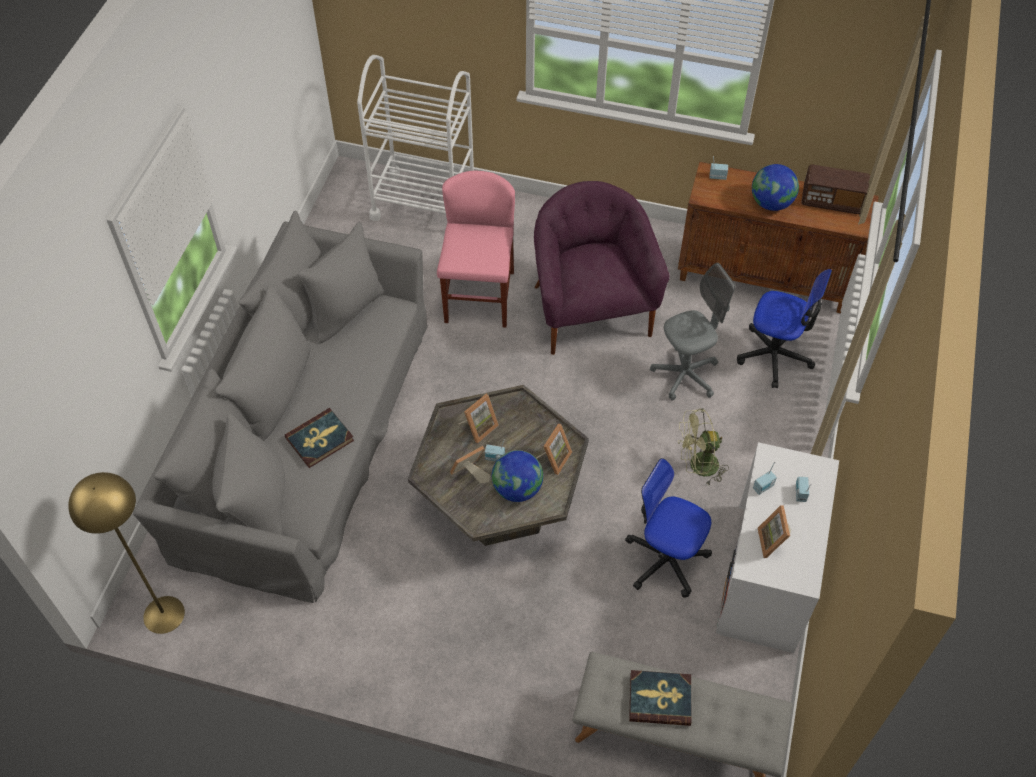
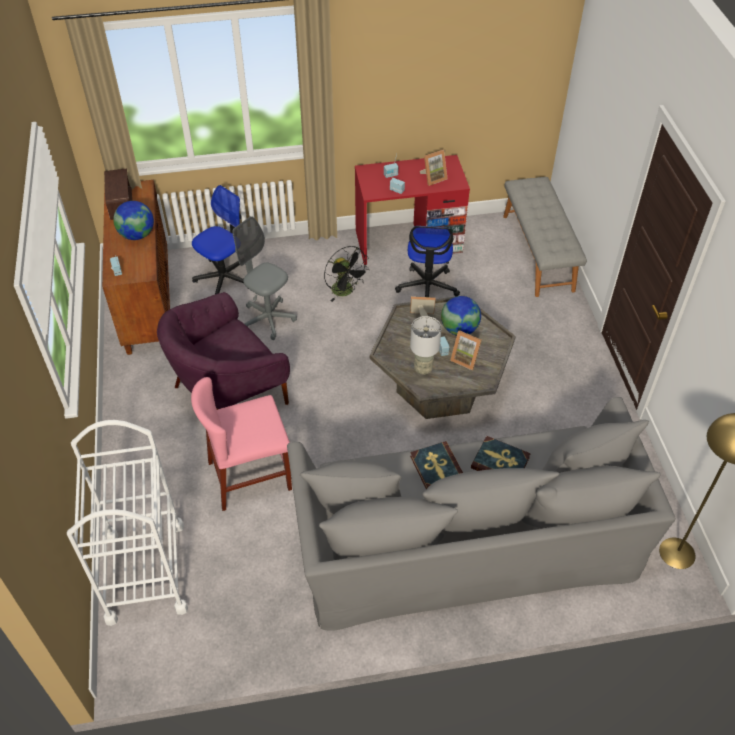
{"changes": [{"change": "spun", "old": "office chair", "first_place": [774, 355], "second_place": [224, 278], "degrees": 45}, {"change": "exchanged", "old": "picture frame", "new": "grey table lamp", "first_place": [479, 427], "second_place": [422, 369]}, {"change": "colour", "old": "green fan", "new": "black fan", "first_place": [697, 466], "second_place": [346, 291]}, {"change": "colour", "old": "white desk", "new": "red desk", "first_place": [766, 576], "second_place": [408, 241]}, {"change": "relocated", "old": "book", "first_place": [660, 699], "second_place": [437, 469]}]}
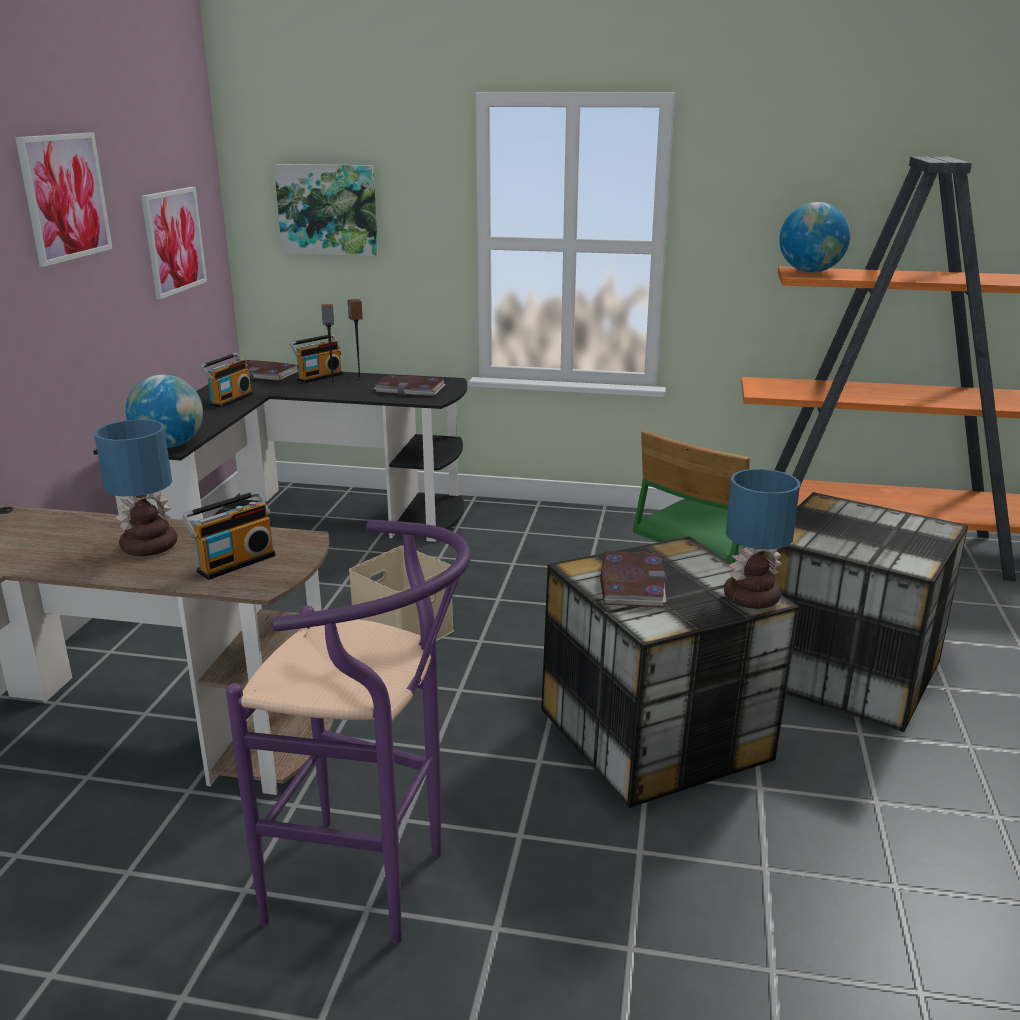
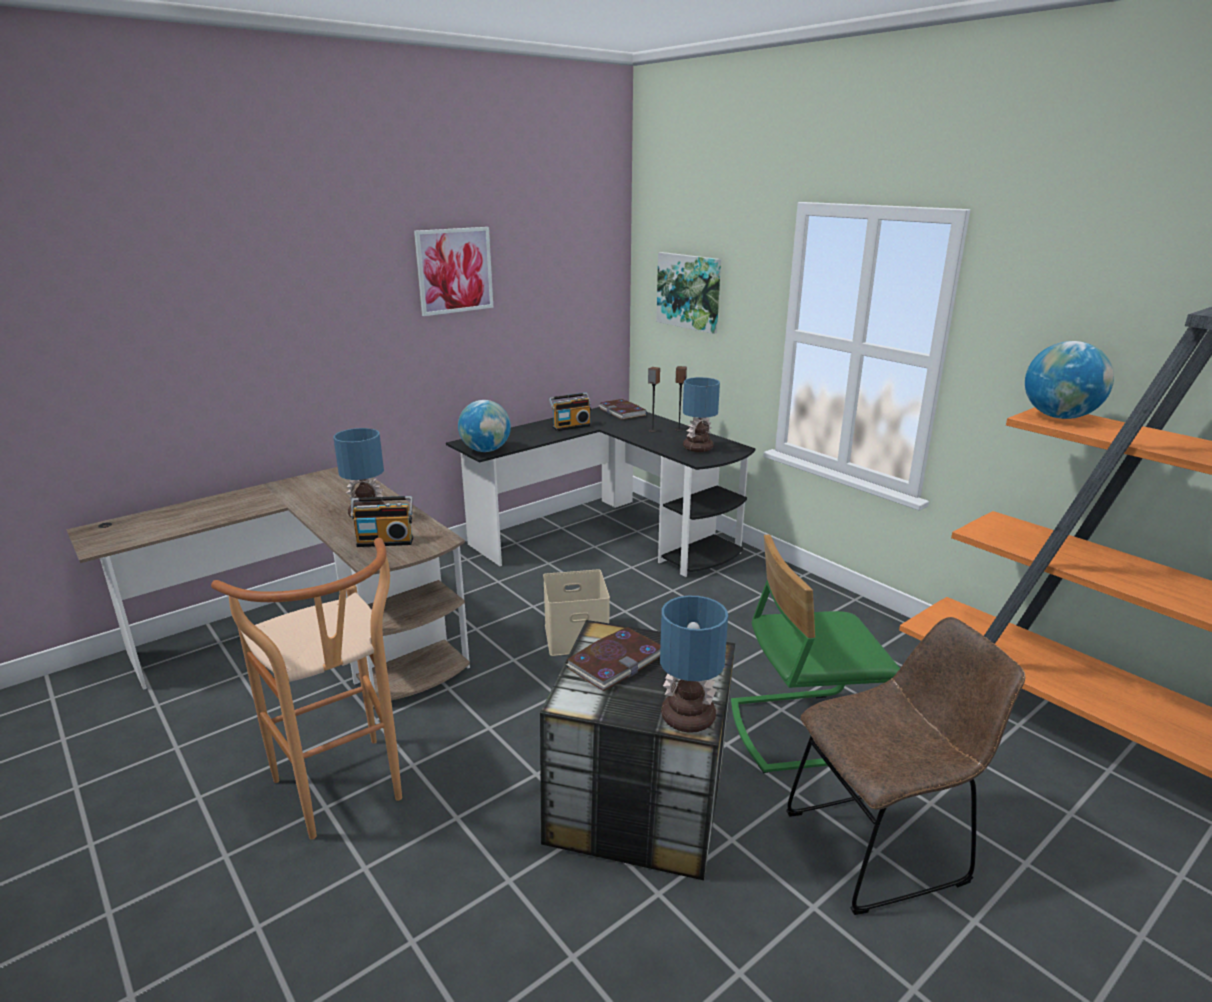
{"changes": [{"change": "missing", "old": "picture", "first_place": [174, 241]}, {"change": "missing", "old": "radio", "first_place": [319, 377]}, {"change": "exchanged", "old": "book", "new": "table lamp", "first_place": [410, 389], "second_place": [698, 448]}, {"change": "exchanged", "old": "storage box", "new": "brown chair", "first_place": [846, 672], "second_place": [883, 845]}, {"change": "colour", "old": "purple stool", "new": "brown stool", "first_place": [373, 886], "second_place": [345, 795]}]}
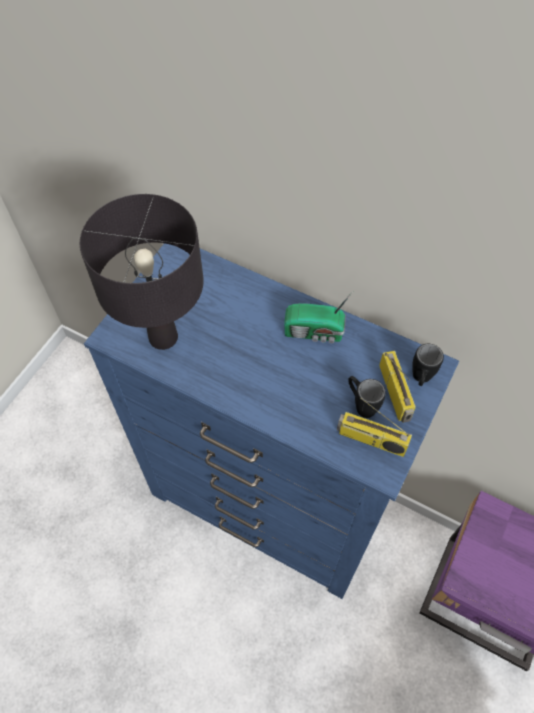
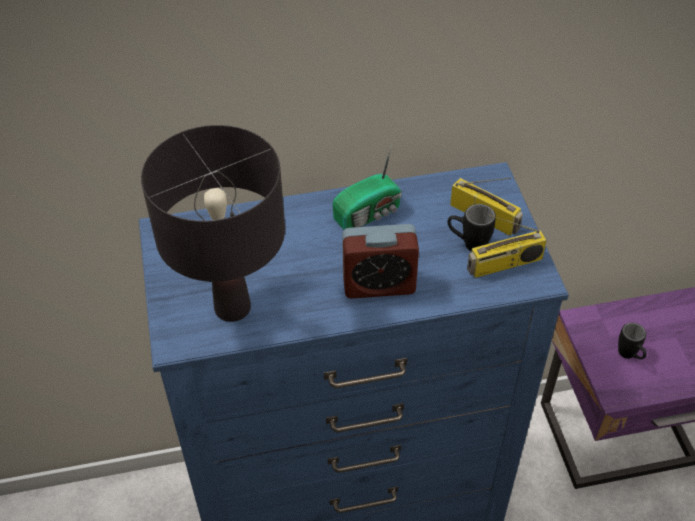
{"changes": [{"change": "relocated", "old": "black mug", "first_place": [420, 380], "second_place": [629, 356]}, {"change": "appeared", "new": "alarm clock", "second_place": [379, 284]}]}
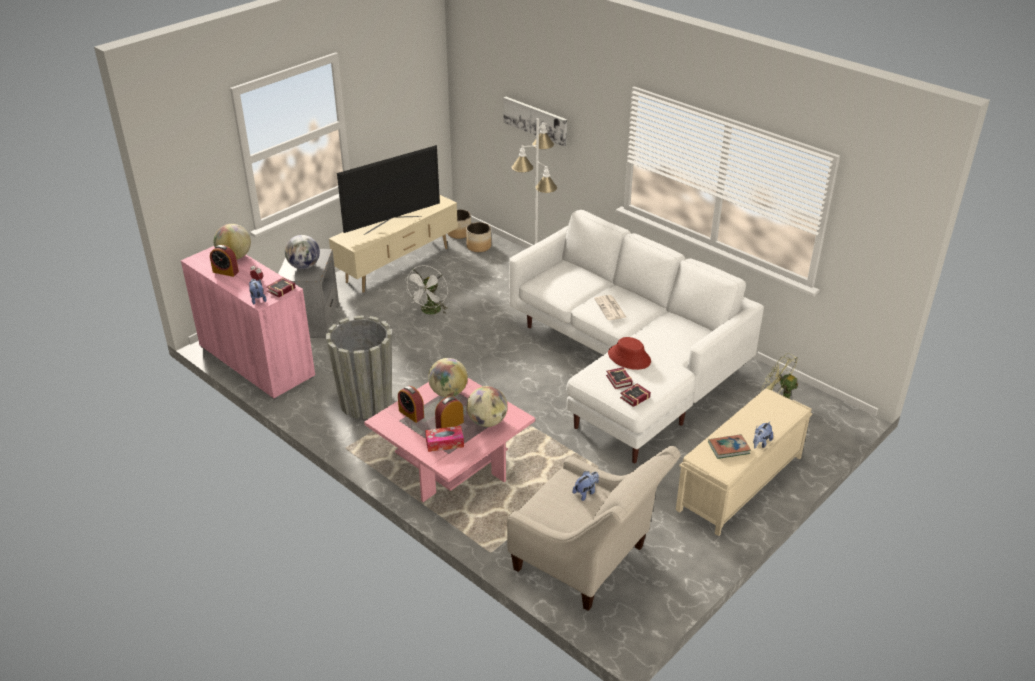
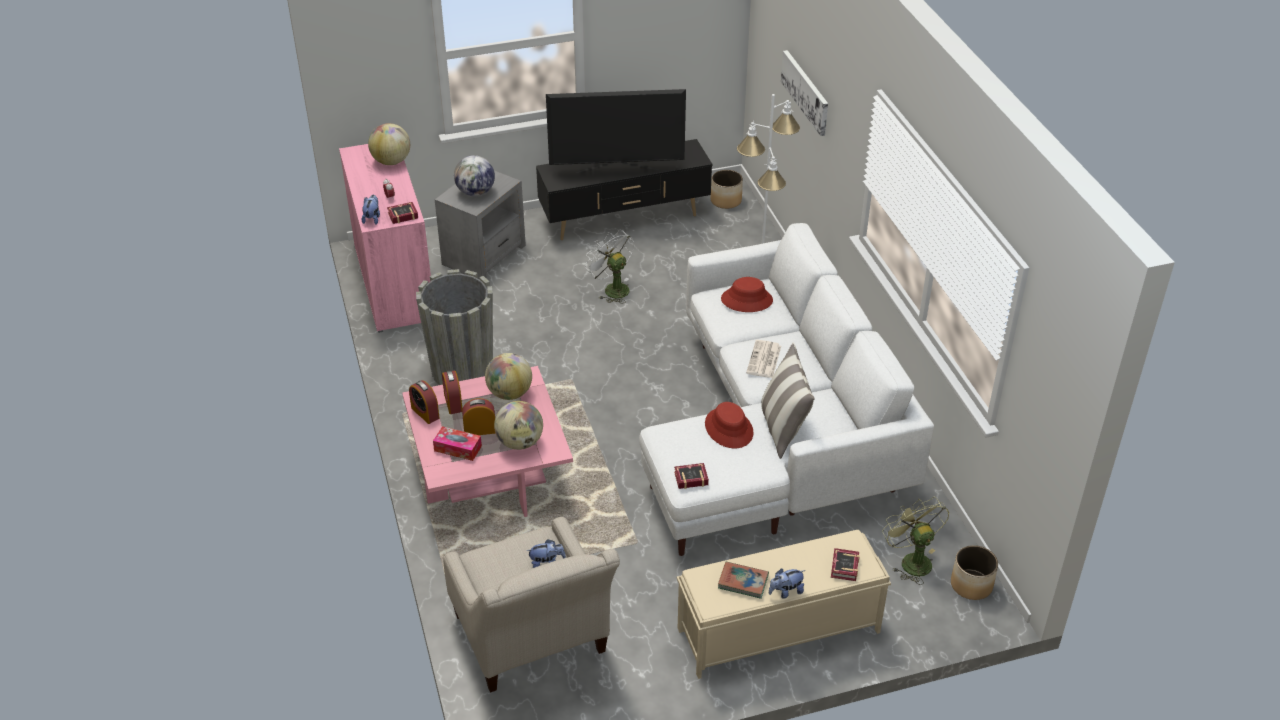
{"changes": [{"change": "colour", "old": "beige tv stand", "new": "black tv stand", "first_place": [398, 265], "second_place": [625, 219]}, {"change": "relocated", "old": "planter", "first_place": [479, 246], "second_place": [972, 585]}, {"change": "relocated", "old": "alarm clock", "first_place": [225, 272], "second_place": [425, 413]}, {"change": "spun", "old": "white fan", "first_place": [430, 312], "second_place": [612, 288], "degrees": 90}, {"change": "relocated", "old": "book", "first_place": [618, 381], "second_place": [843, 568]}, {"change": "appeared", "new": "red hat", "second_place": [746, 300]}, {"change": "appeared", "new": "pillow", "second_place": [784, 428]}]}
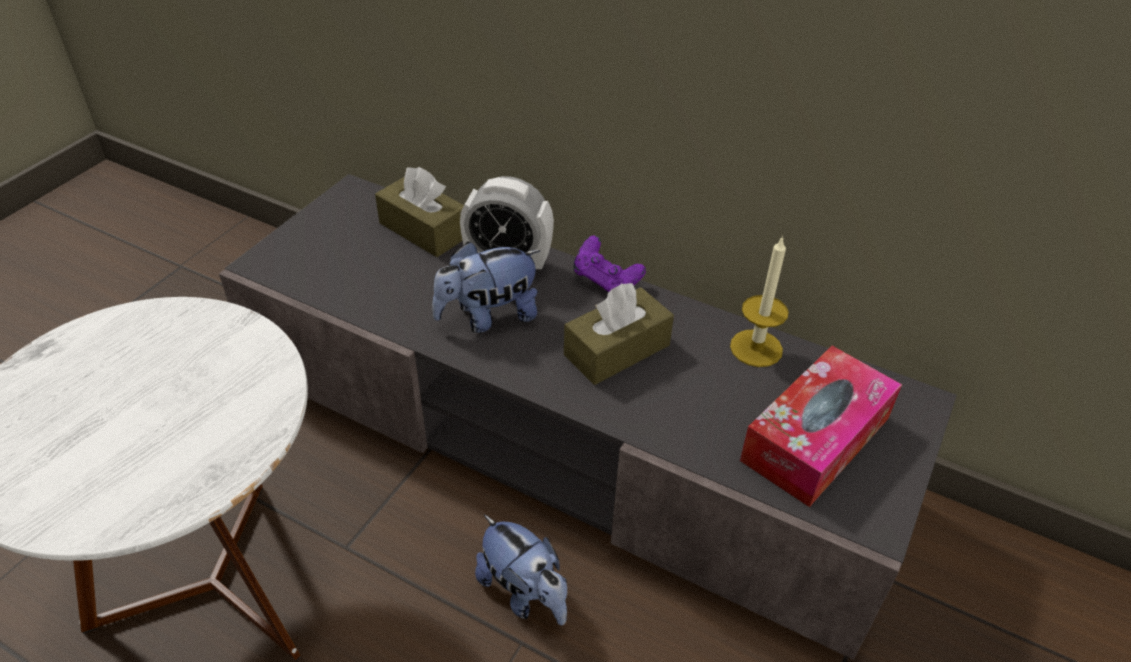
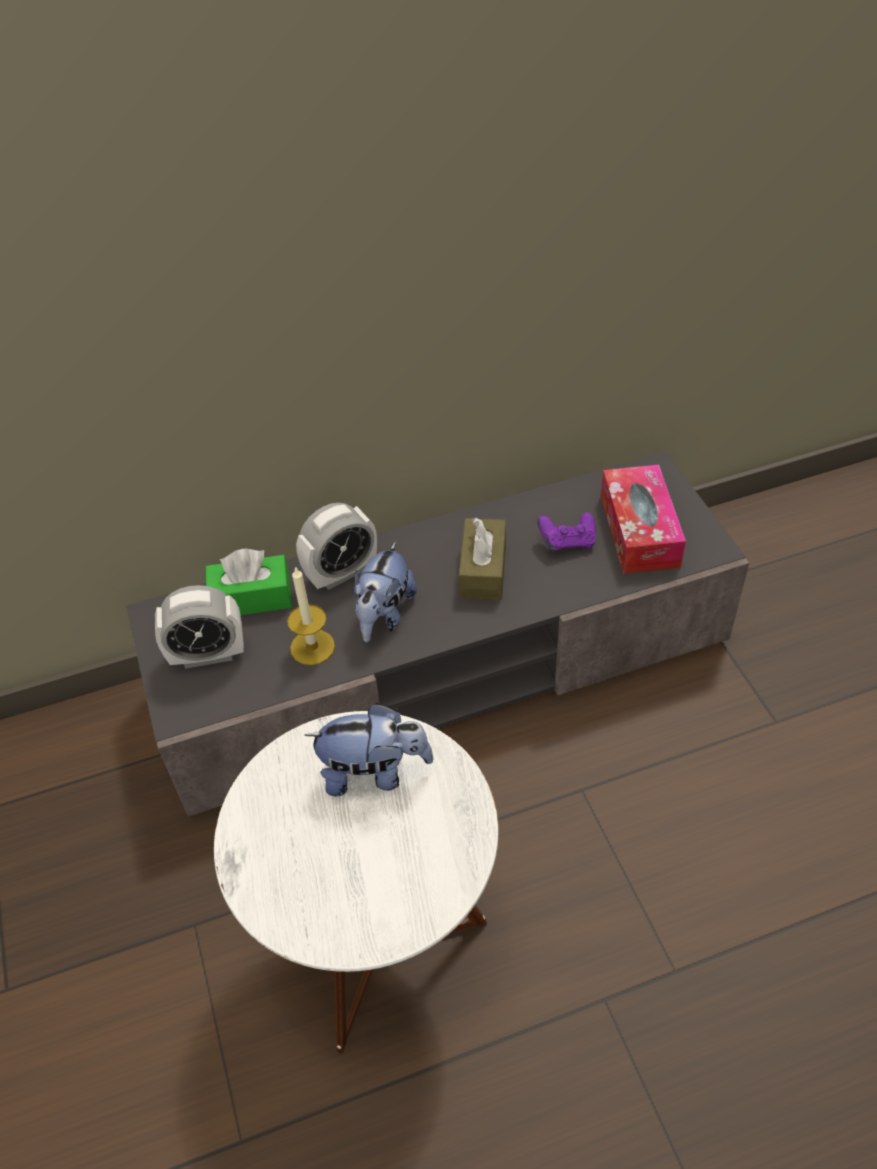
{"changes": [{"change": "colour", "old": "brown tissue box", "new": "green tissue box", "first_place": [424, 230], "second_place": [251, 598]}, {"change": "relocated", "old": "purple game controller", "first_place": [606, 281], "second_place": [567, 542]}, {"change": "relocated", "old": "candle", "first_place": [756, 348], "second_place": [312, 647]}, {"change": "relocated", "old": "plush toy", "first_place": [524, 593], "second_place": [374, 772]}, {"change": "appeared", "new": "alarm clock", "second_place": [208, 655]}]}
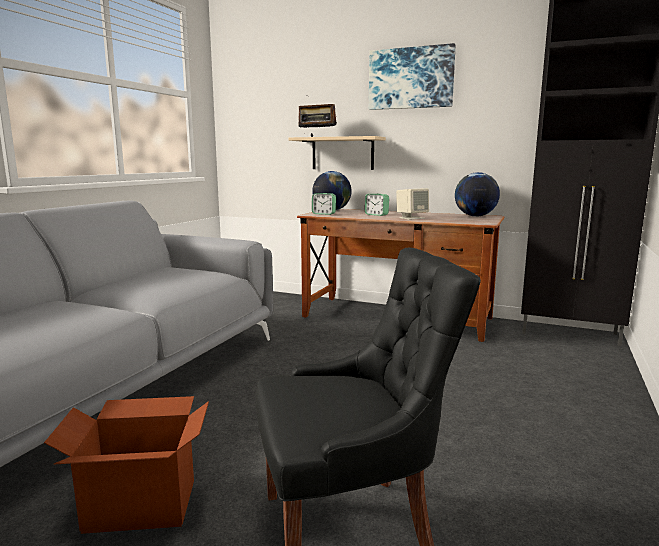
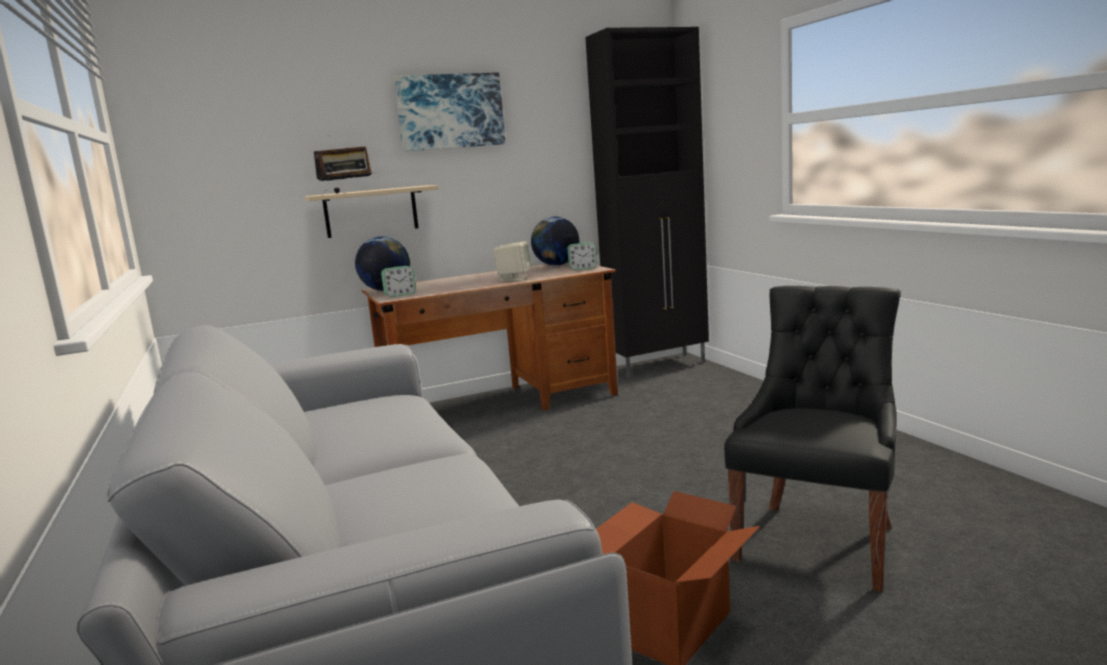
{"changes": [{"change": "relocated", "old": "alarm clock", "first_place": [376, 215], "second_place": [583, 268]}]}
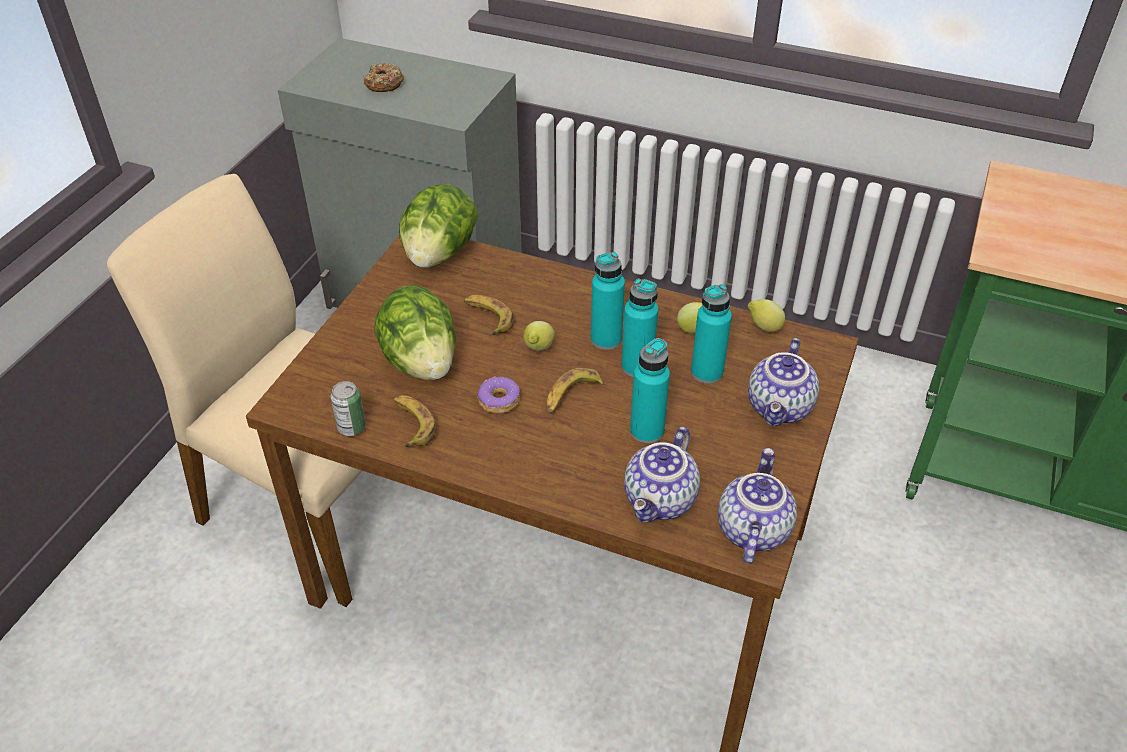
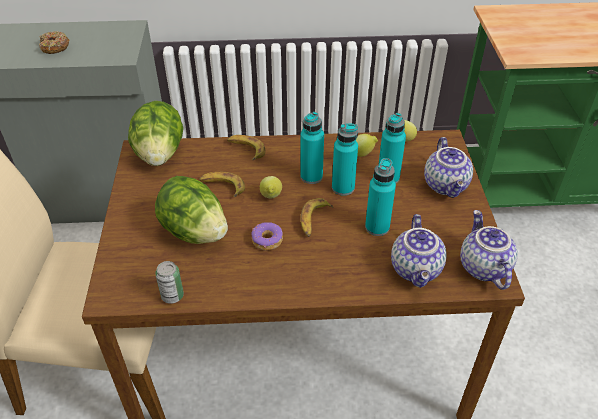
{"changes": [{"change": "relocated", "old": "banana", "first_place": [412, 424], "second_place": [246, 149]}]}
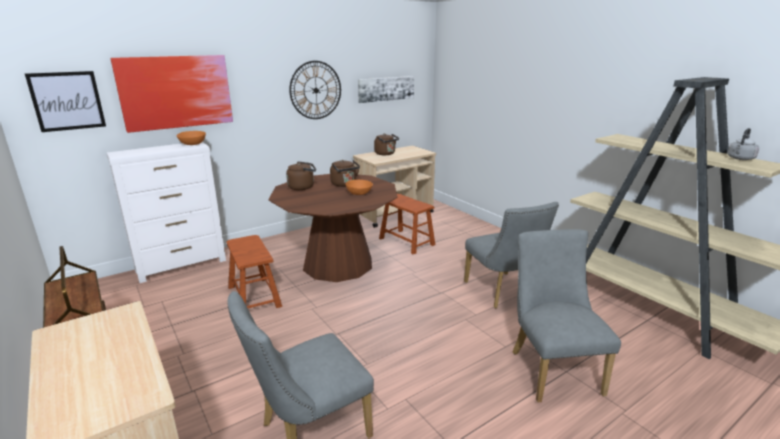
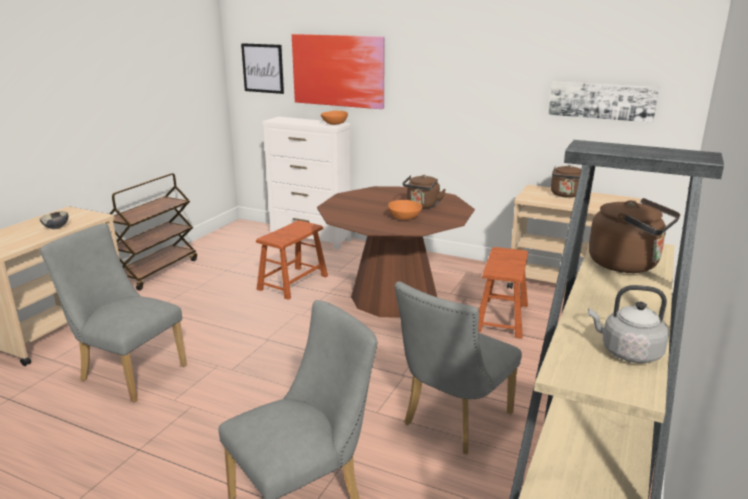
{"changes": [{"change": "missing", "old": "wall clock", "first_place": [316, 90]}, {"change": "relocated", "old": "brown kettle", "first_place": [303, 187], "second_place": [627, 265]}, {"change": "appeared", "new": "bowl", "second_place": [56, 228]}]}
